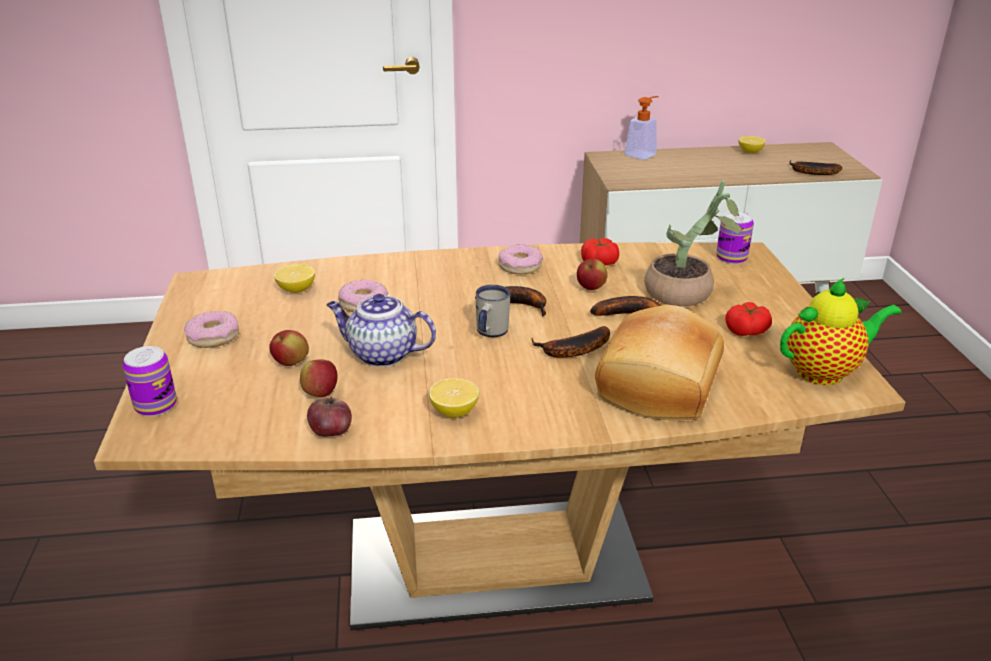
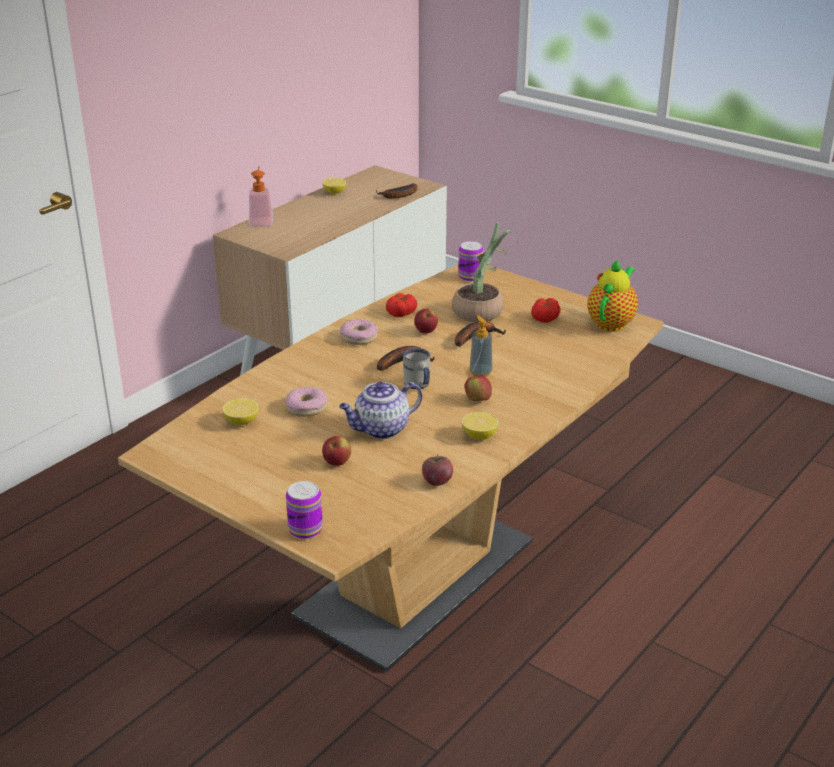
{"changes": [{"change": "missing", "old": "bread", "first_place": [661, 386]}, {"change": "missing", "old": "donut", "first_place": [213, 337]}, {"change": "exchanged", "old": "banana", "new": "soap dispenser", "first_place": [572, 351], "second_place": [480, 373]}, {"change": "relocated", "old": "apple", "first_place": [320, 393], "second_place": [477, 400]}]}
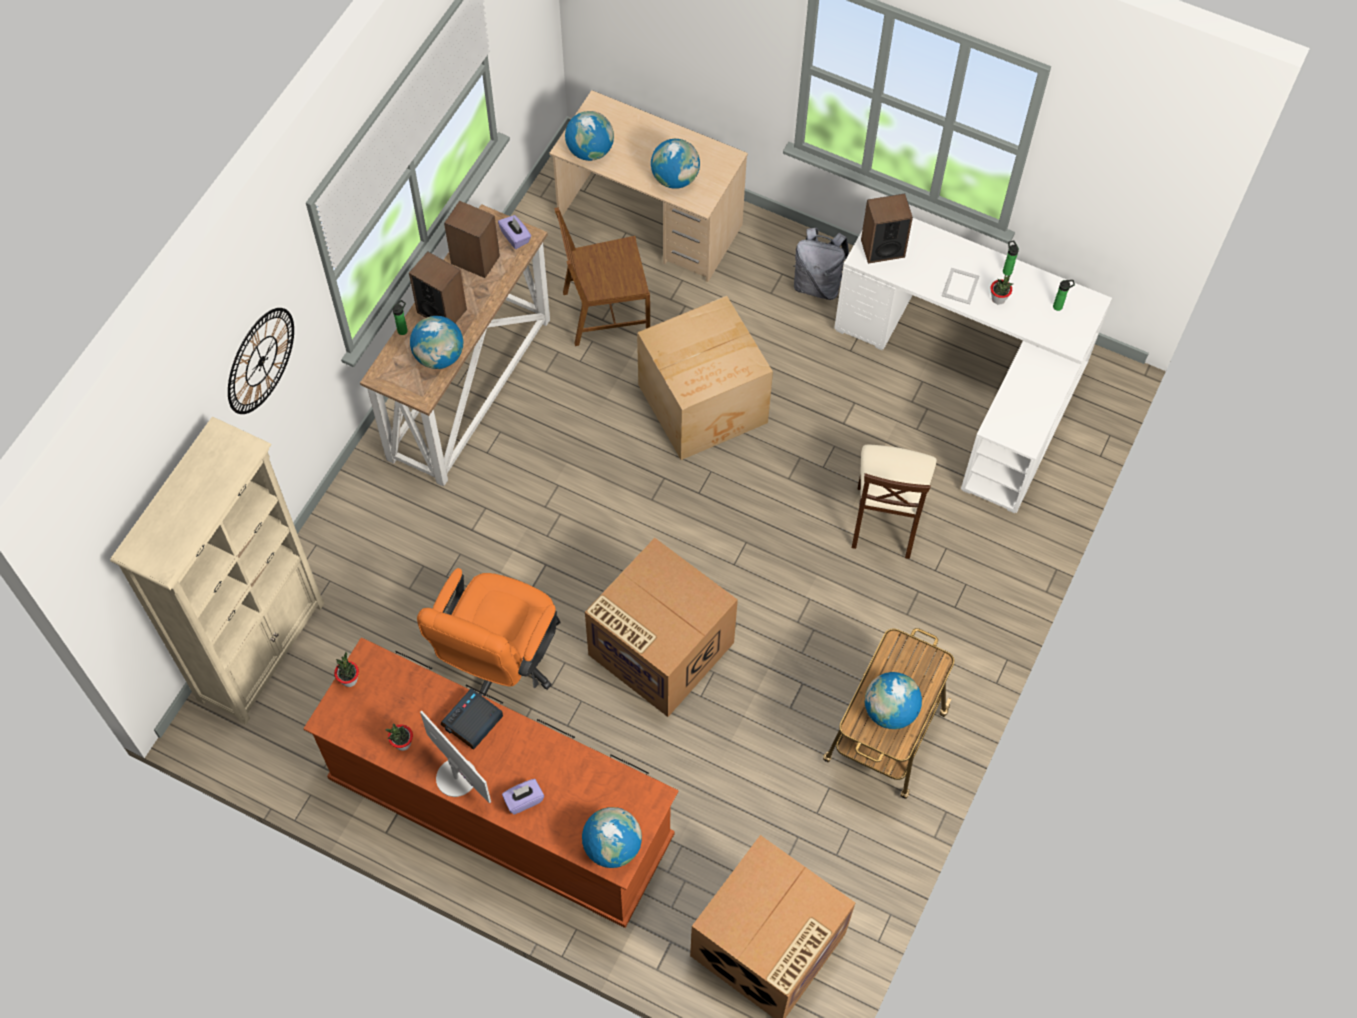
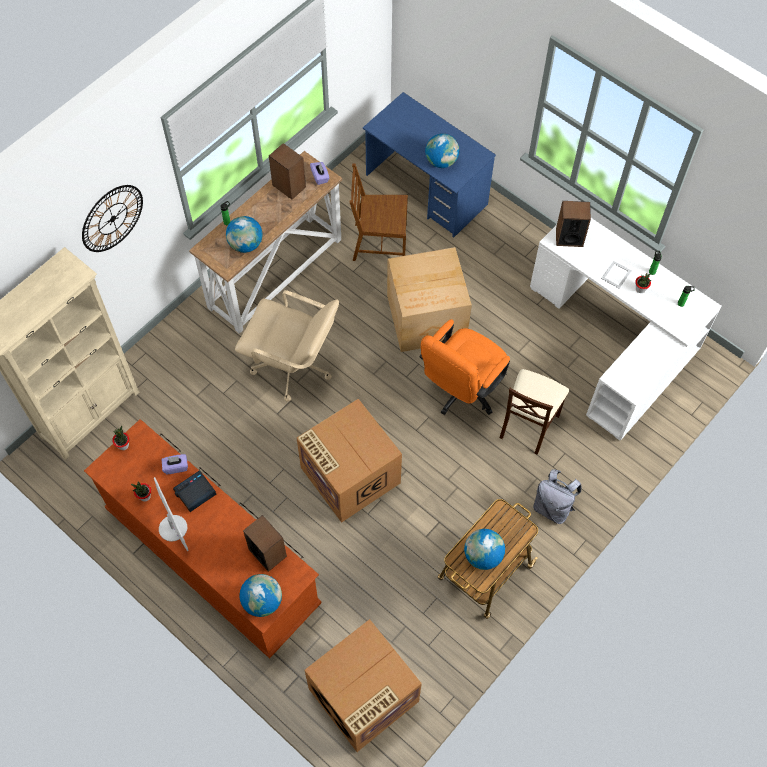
{"changes": [{"change": "colour", "old": "beige desk", "new": "blue desk", "first_place": [650, 222], "second_place": [426, 190]}, {"change": "missing", "old": "globe", "first_place": [590, 151]}, {"change": "relocated", "old": "grey backpack", "first_place": [818, 284], "second_place": [552, 507]}, {"change": "relocated", "old": "speaker", "first_place": [442, 310], "second_place": [267, 552]}, {"change": "relocated", "old": "orange office chair", "first_place": [500, 663], "second_place": [461, 391]}, {"change": "relocated", "old": "purple tissue box", "first_place": [523, 800], "second_place": [176, 467]}, {"change": "appeared", "new": "beige office chair", "second_place": [293, 366]}]}
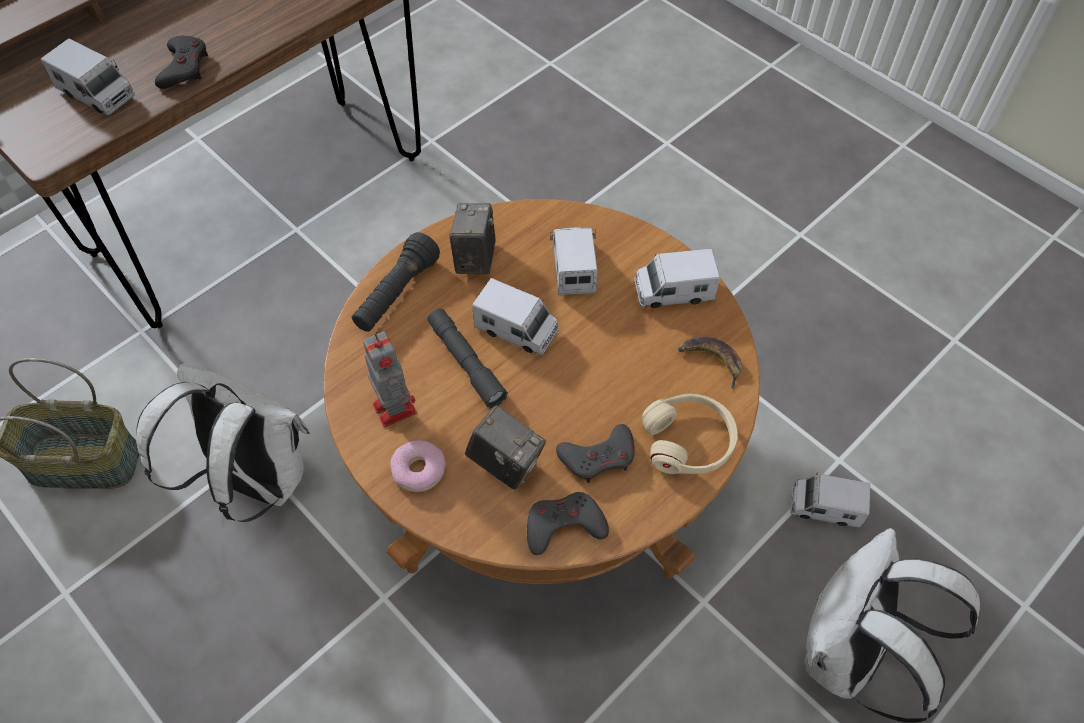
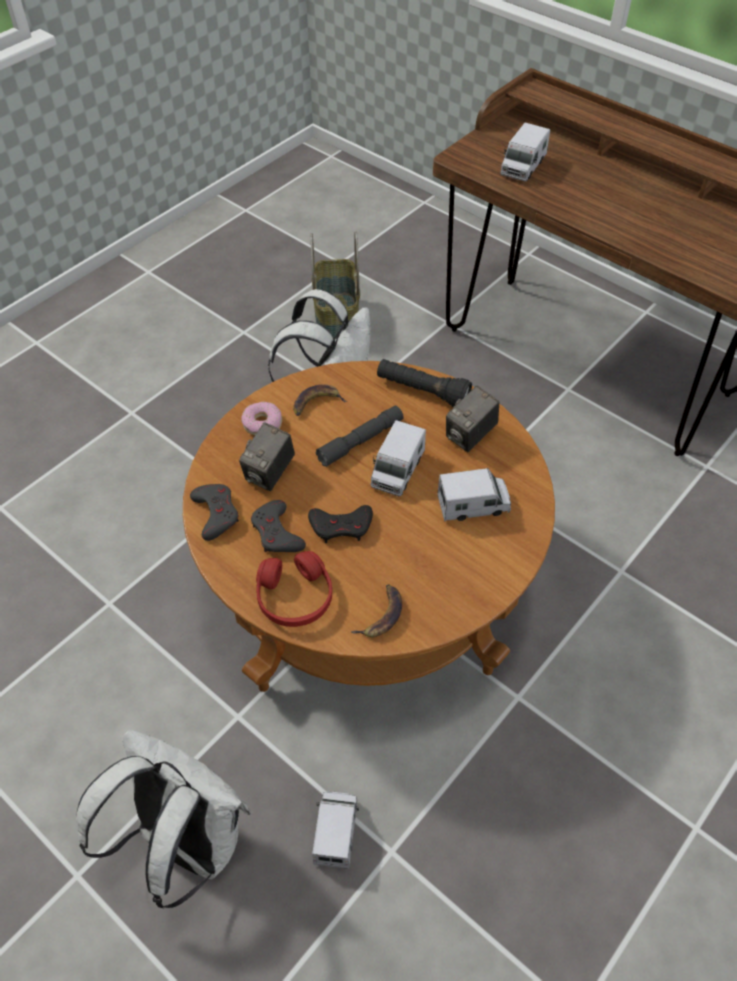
{"changes": [{"change": "relocated", "old": "black game controller", "first_place": [184, 67], "second_place": [341, 526]}, {"change": "spun", "old": "photo camera", "first_place": [475, 257], "second_place": [470, 436], "degrees": 135}, {"change": "missing", "old": "toy truck", "first_place": [673, 291]}, {"change": "exchanged", "old": "toy robot", "new": "banana", "first_place": [393, 406], "second_place": [316, 403]}, {"change": "colour", "old": "beige headphones", "new": "red headphones", "first_place": [688, 441], "second_place": [295, 597]}]}
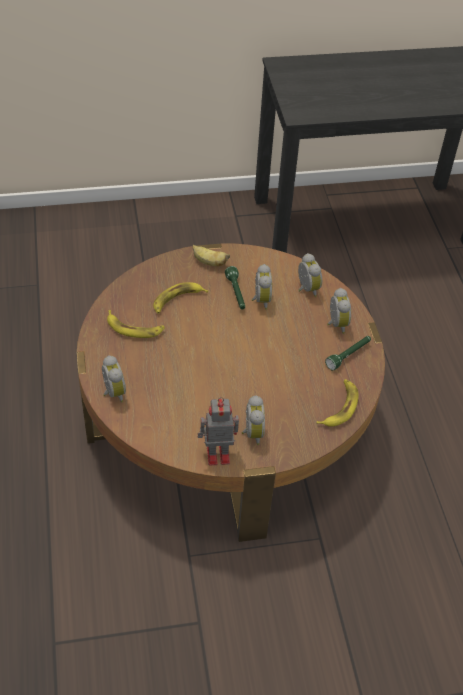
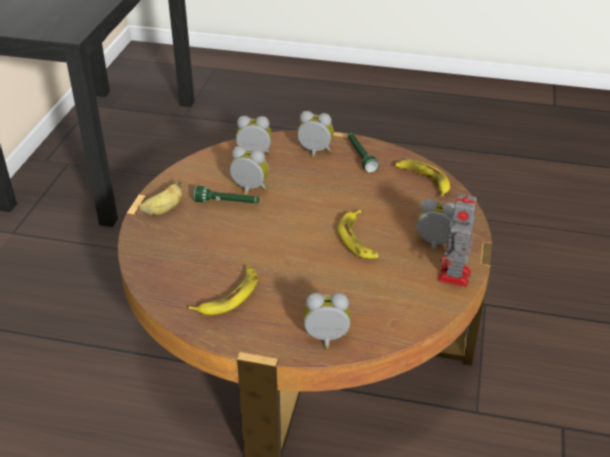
{"changes": [{"change": "relocated", "old": "banana", "first_place": [177, 300], "second_place": [358, 239]}]}
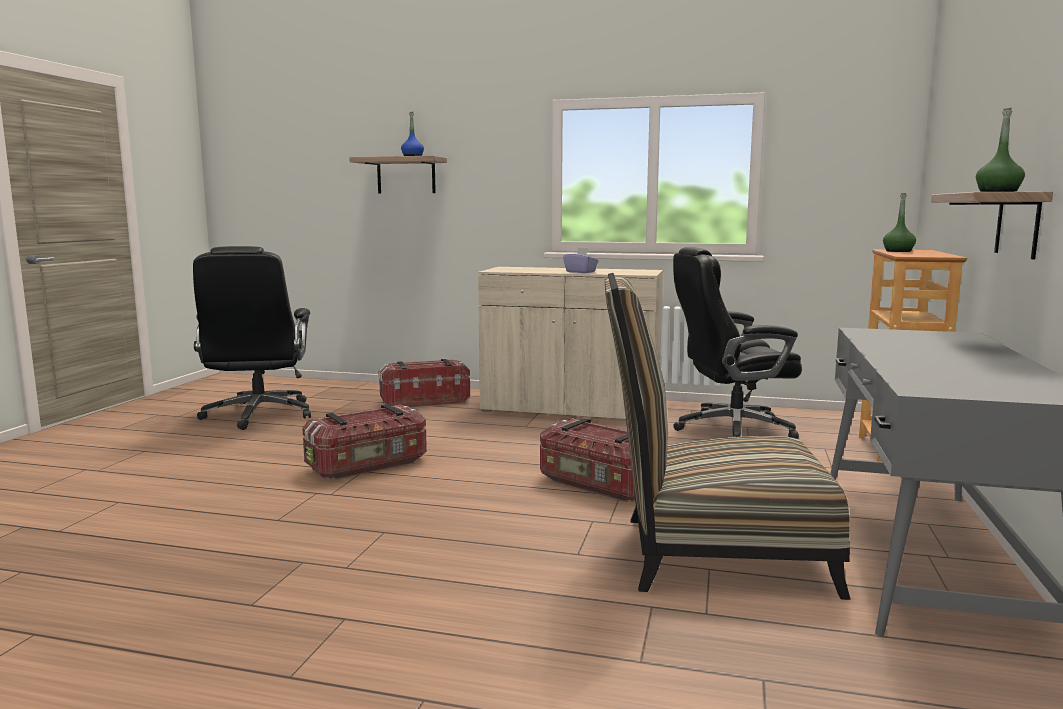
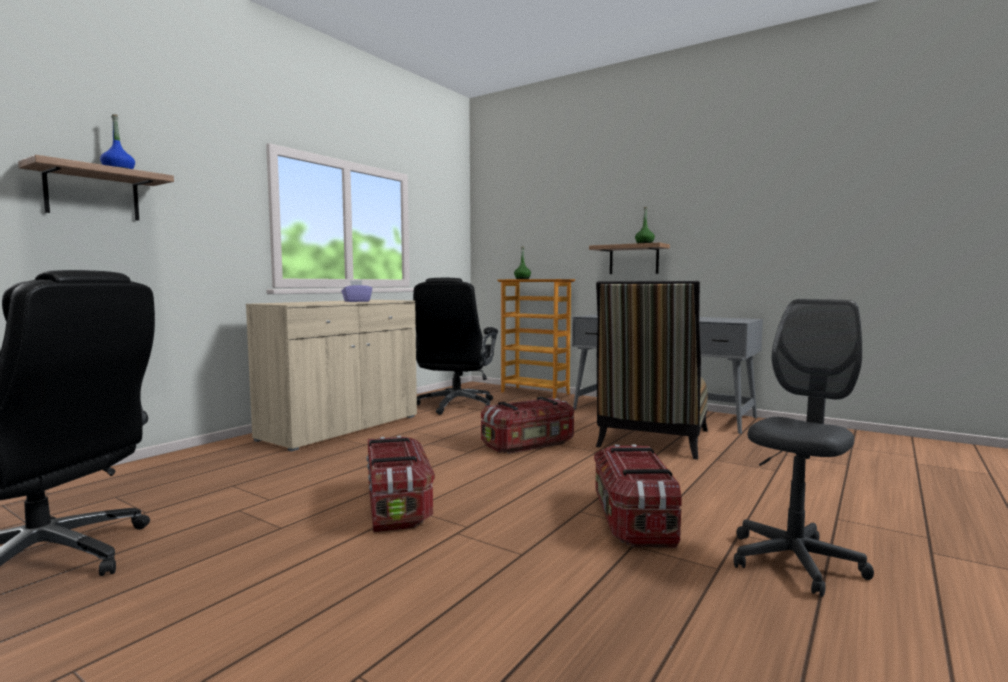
{"changes": [{"change": "relocated", "old": "storage box", "first_place": [424, 401], "second_place": [633, 520]}, {"change": "appeared", "new": "grey office chair", "second_place": [794, 562]}]}
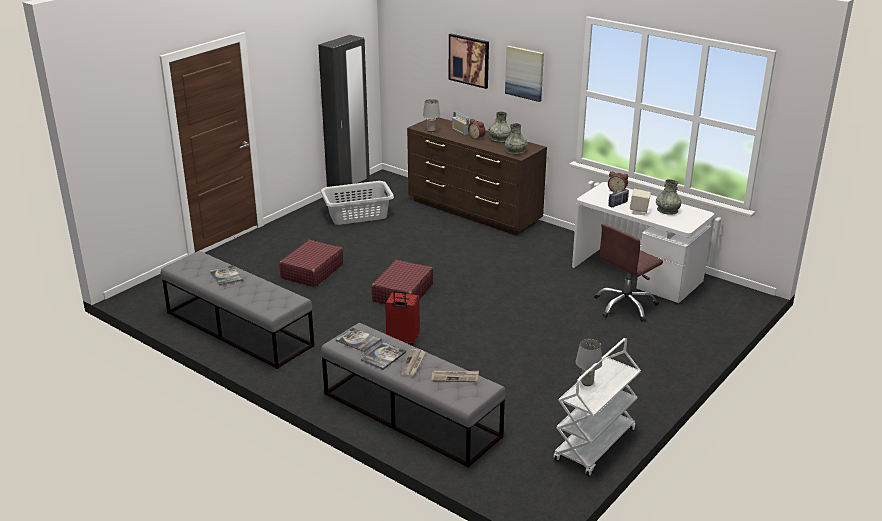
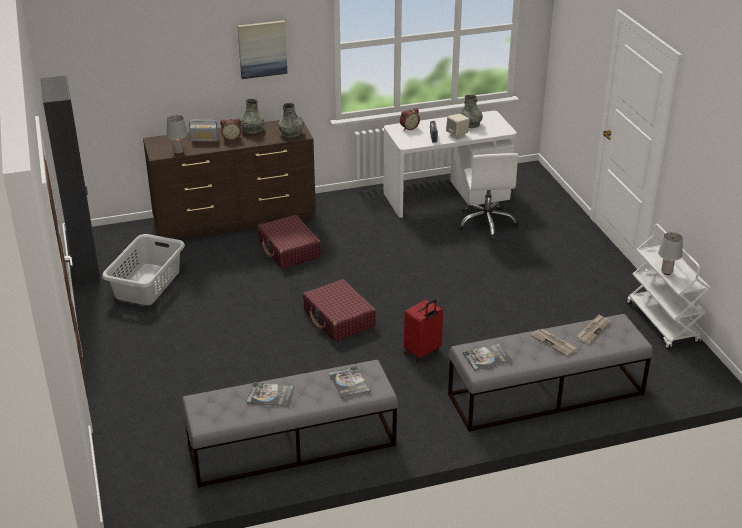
{"changes": [{"change": "missing", "old": "picture", "first_place": [469, 60]}, {"change": "colour", "old": "brown office chair", "new": "white office chair", "first_place": [625, 306], "second_place": [487, 223]}, {"change": "relocated", "old": "red suitcase", "first_place": [312, 271], "second_place": [289, 250]}, {"change": "relocated", "old": "book", "first_place": [383, 356], "second_place": [349, 383]}]}
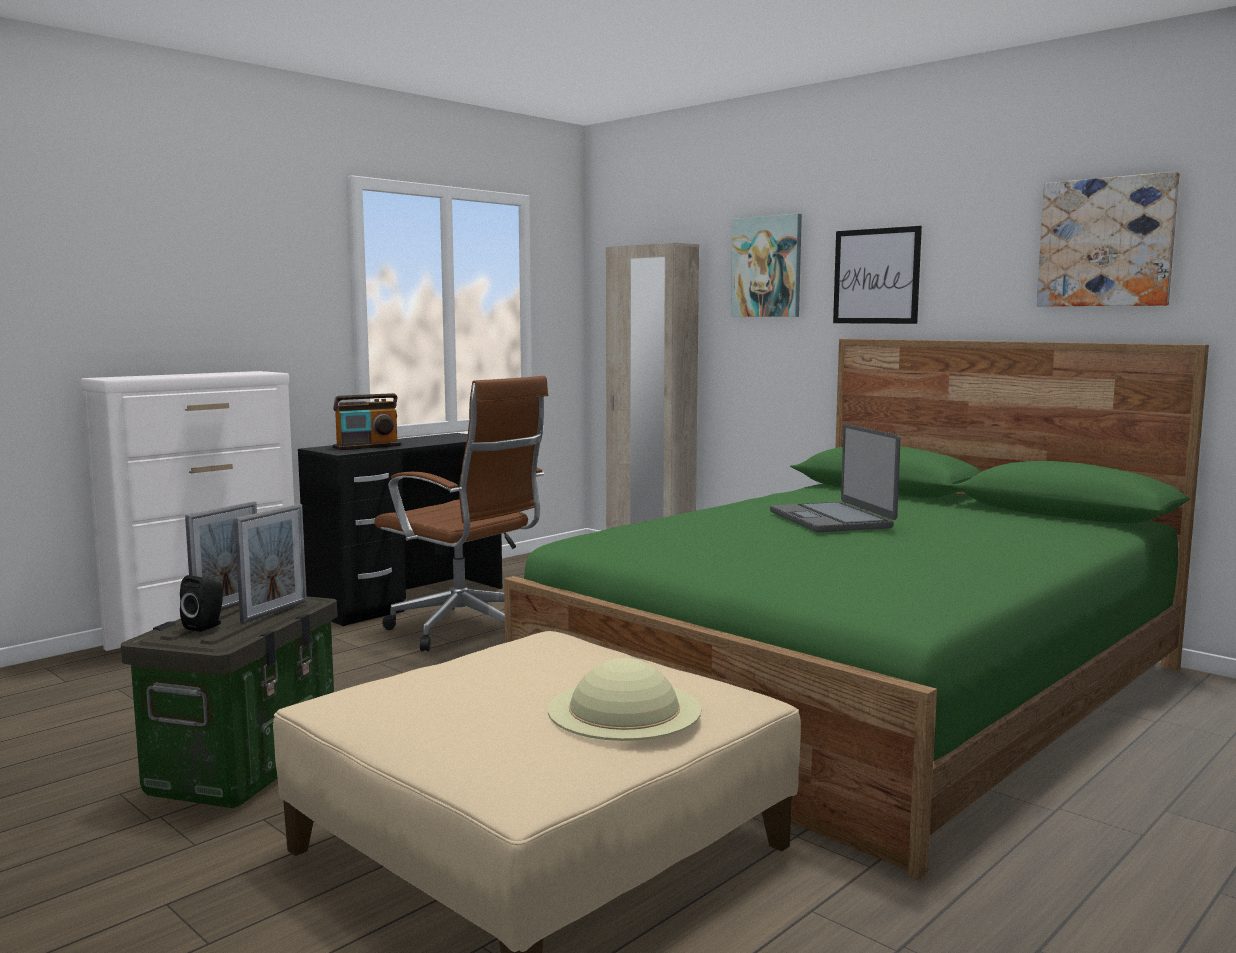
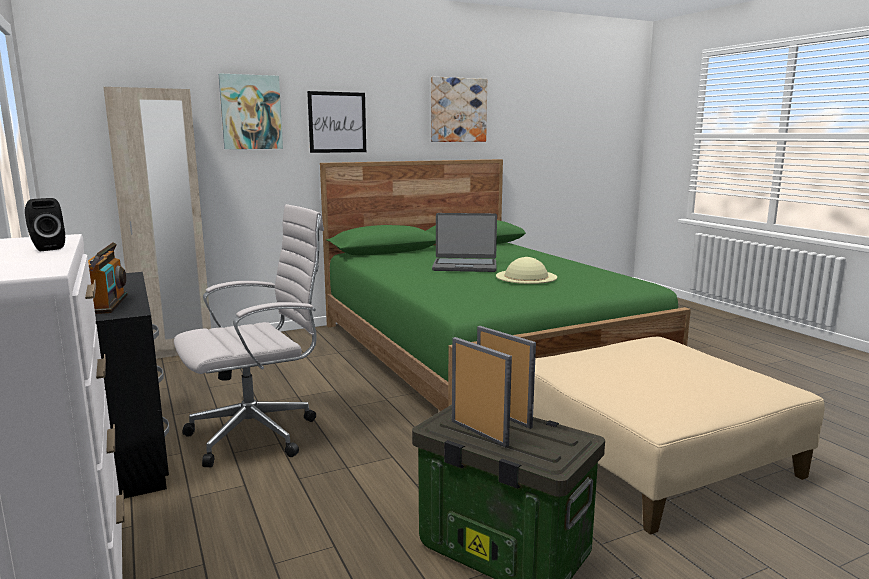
{"changes": [{"change": "colour", "old": "brown office chair", "new": "white office chair", "first_place": [466, 631], "second_place": [259, 434]}, {"change": "relocated", "old": "black speaker", "first_place": [206, 626], "second_place": [46, 248]}, {"change": "relocated", "old": "beige hat", "first_place": [624, 709], "second_place": [526, 276]}]}
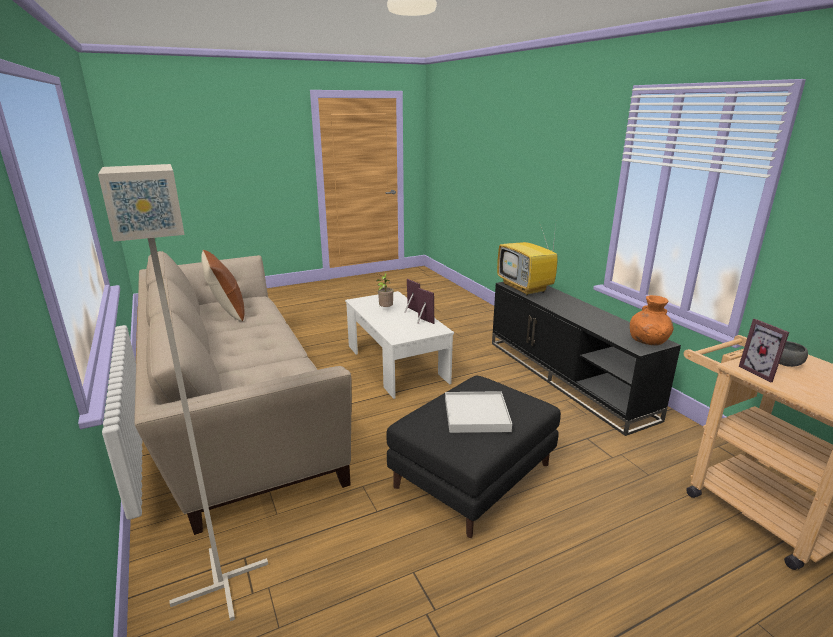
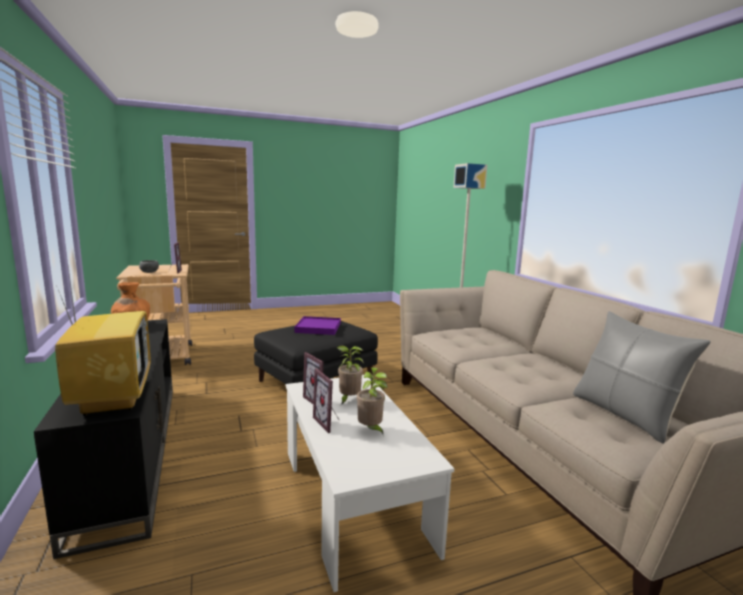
{"changes": [{"change": "colour", "old": "brown pillow", "new": "grey pillow", "first_place": [227, 312], "second_place": [624, 415]}, {"change": "colour", "old": "white tray", "new": "purple tray", "first_place": [476, 414], "second_place": [318, 328]}, {"change": "appeared", "new": "potted plant", "second_place": [348, 400]}]}
